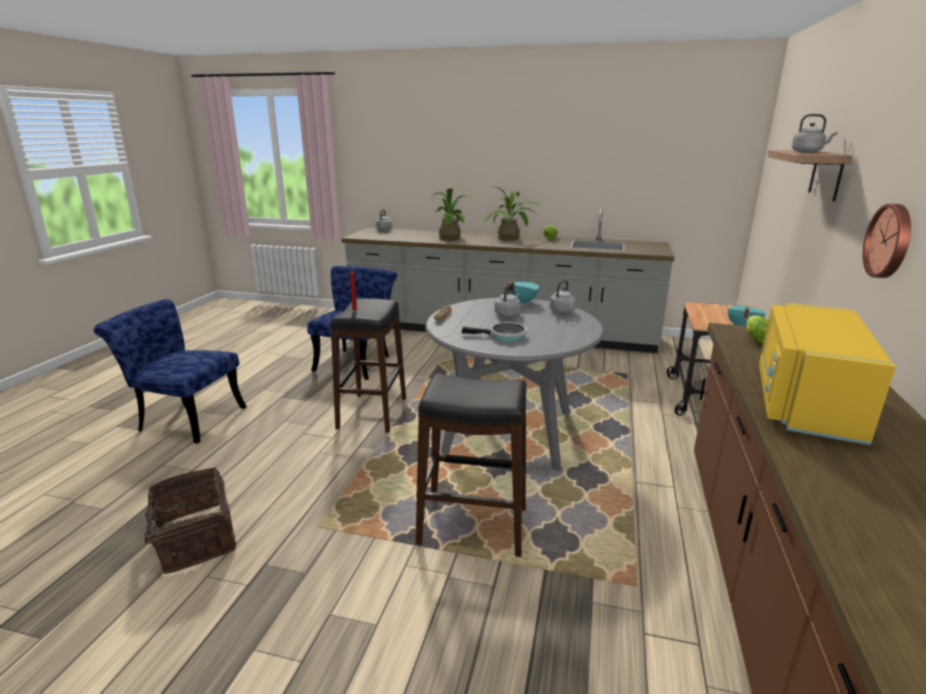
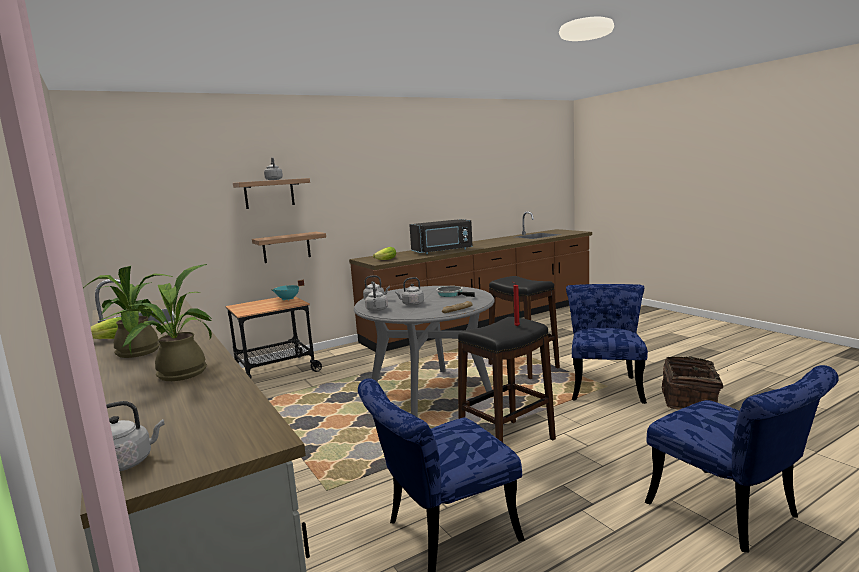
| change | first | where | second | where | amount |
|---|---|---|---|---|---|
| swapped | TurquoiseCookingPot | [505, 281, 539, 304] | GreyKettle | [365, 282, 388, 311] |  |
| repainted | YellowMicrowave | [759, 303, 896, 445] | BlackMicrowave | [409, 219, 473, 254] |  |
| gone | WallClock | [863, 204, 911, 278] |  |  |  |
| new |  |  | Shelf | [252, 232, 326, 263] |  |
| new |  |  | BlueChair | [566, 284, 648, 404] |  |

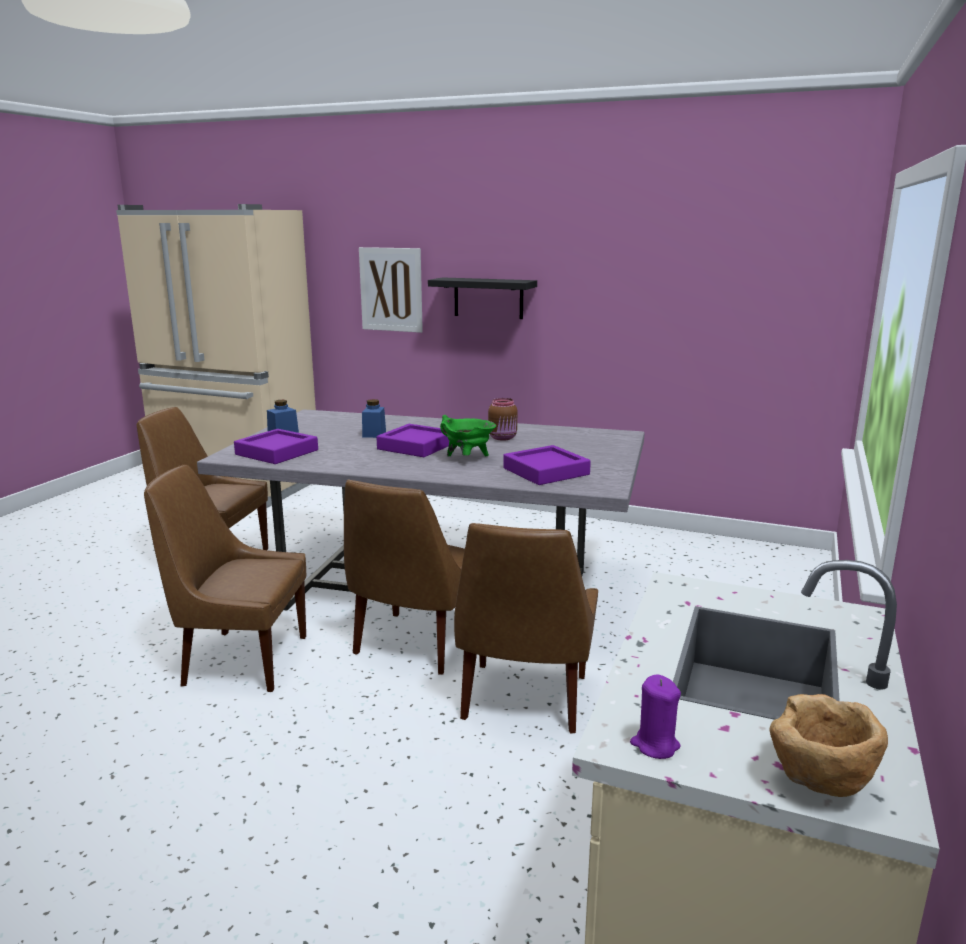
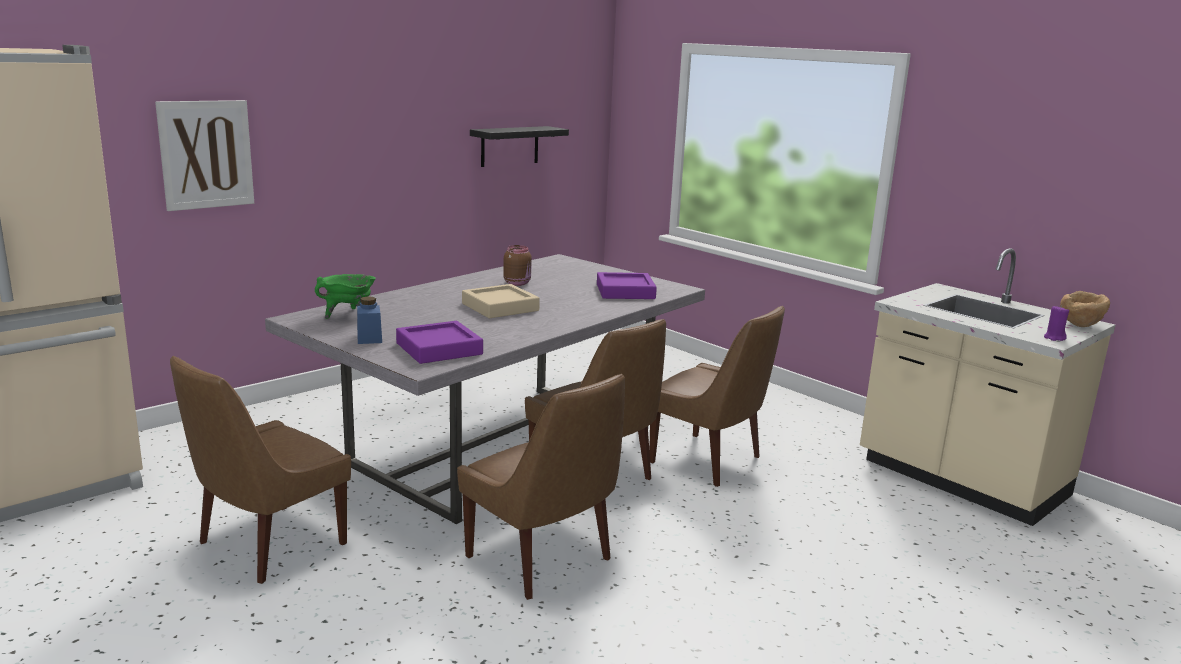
| change | first | where | second | where | amount |
|---|---|---|---|---|---|
| rotated | BrownChair | [144, 464, 306, 692] |  | [457, 374, 625, 600] | 75 degrees counterclockwise |
| gone | BlueJar | [362, 399, 386, 438] |  |  |  |
| repainted | PurpleTray | [377, 424, 449, 457] | BeigeTray | [462, 284, 540, 318] |  |
| shifted | BlackShelf | [428, 277, 537, 319] |  | [470, 126, 569, 167] |  |
| shifted | GreenCookingPot | [440, 415, 496, 457] |  | [315, 274, 376, 319] |  |

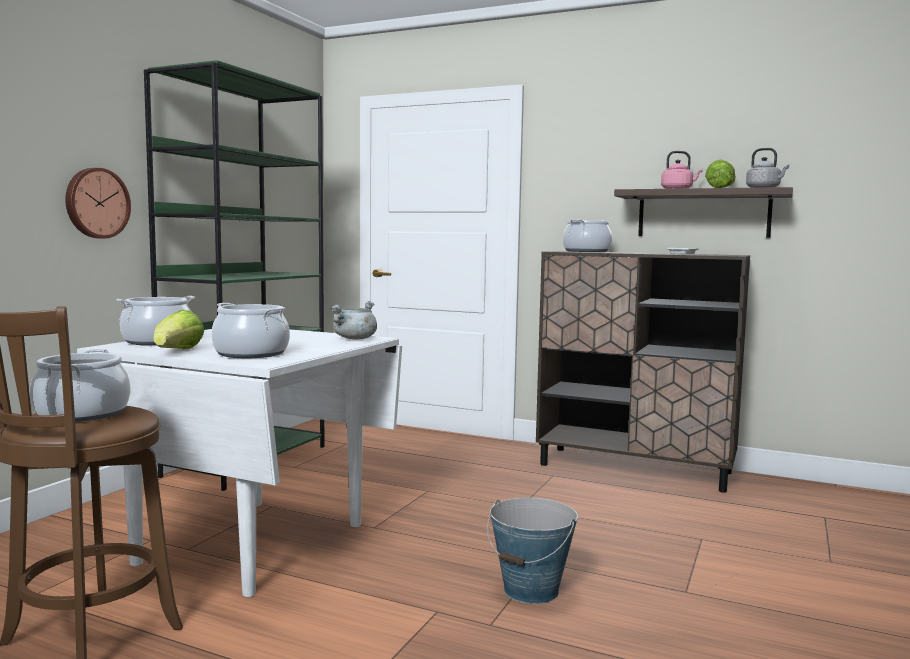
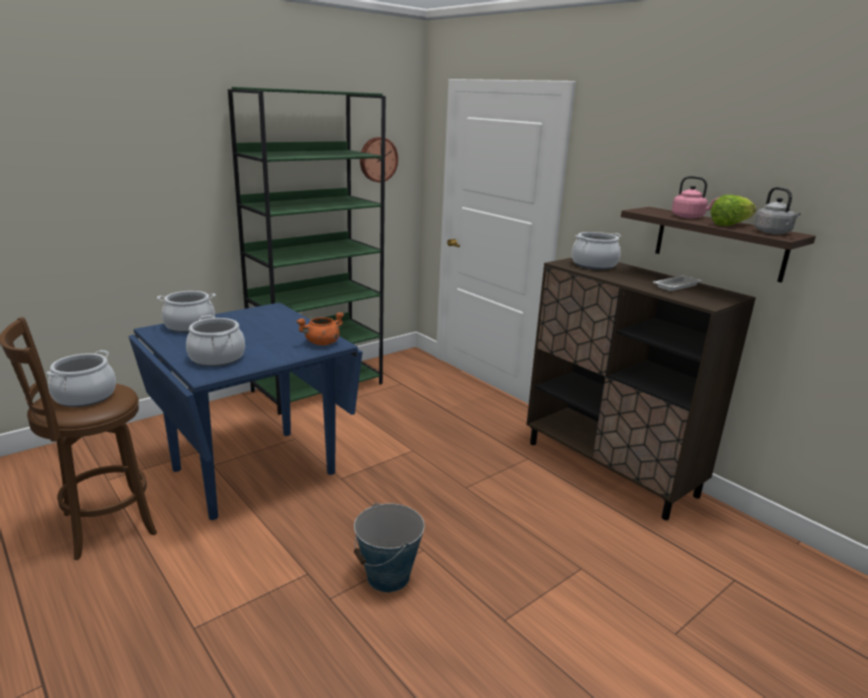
| change | first | where | second | where | amount |
|---|---|---|---|---|---|
| shifted | WallClock | [65, 168, 131, 239] |  | [360, 137, 398, 182] |  |
| repainted | WhiteDiningTable | [77, 329, 402, 597] | BlueDiningTable | [129, 303, 362, 520] |  |
| gone | Lettuce | [153, 310, 204, 349] |  |  |  |
| repainted | GreyCookingPot | [330, 301, 377, 340] | OrangeCookingPot | [296, 312, 344, 345] |  |

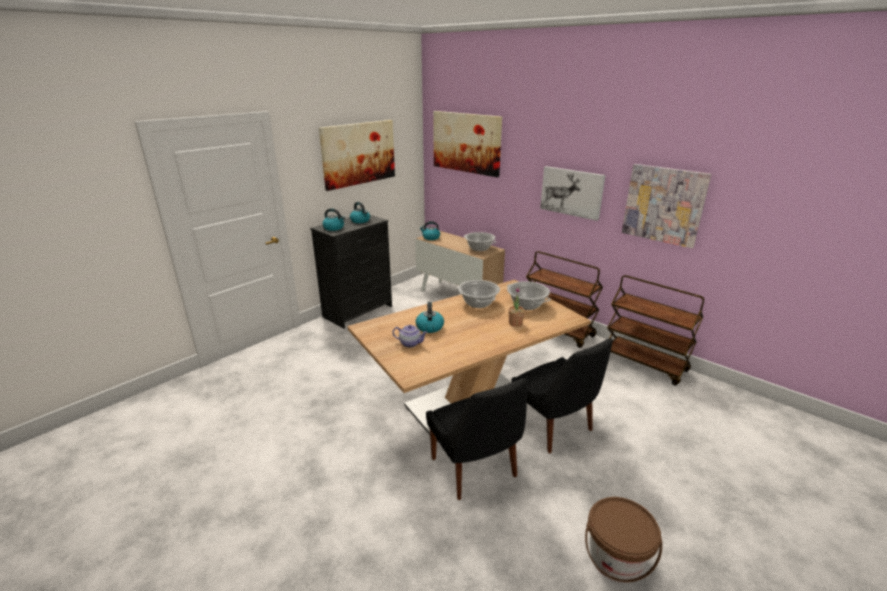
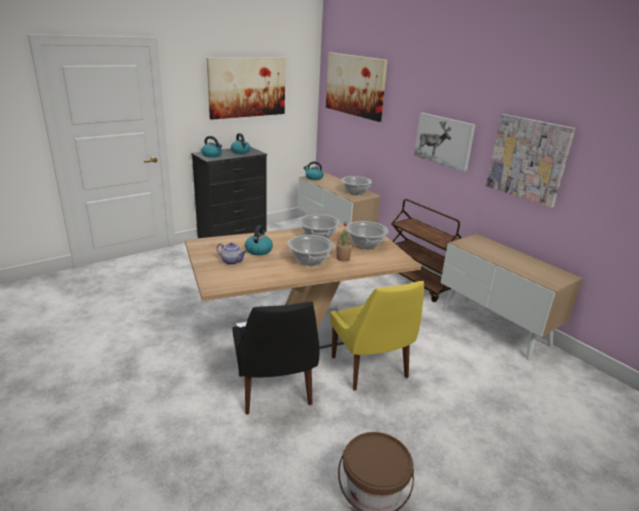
| change | first | where | second | where | amount |
|---|---|---|---|---|---|
| repainted | BlackChair | [511, 338, 613, 453] | YellowChair | [330, 281, 424, 390] |  |
| swapped | BrownCart | [607, 275, 704, 386] | Cabinet | [441, 234, 583, 361] |  |
| new |  |  | CookingPot | [288, 235, 334, 266] |  |

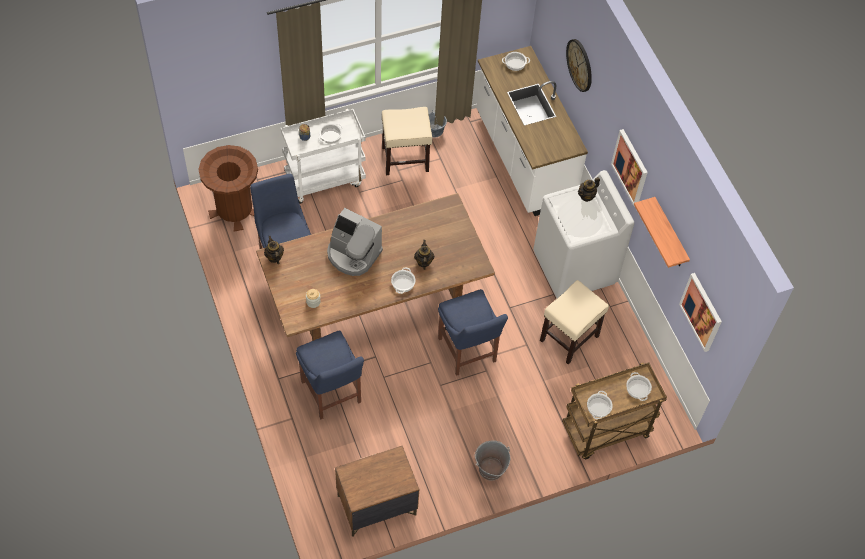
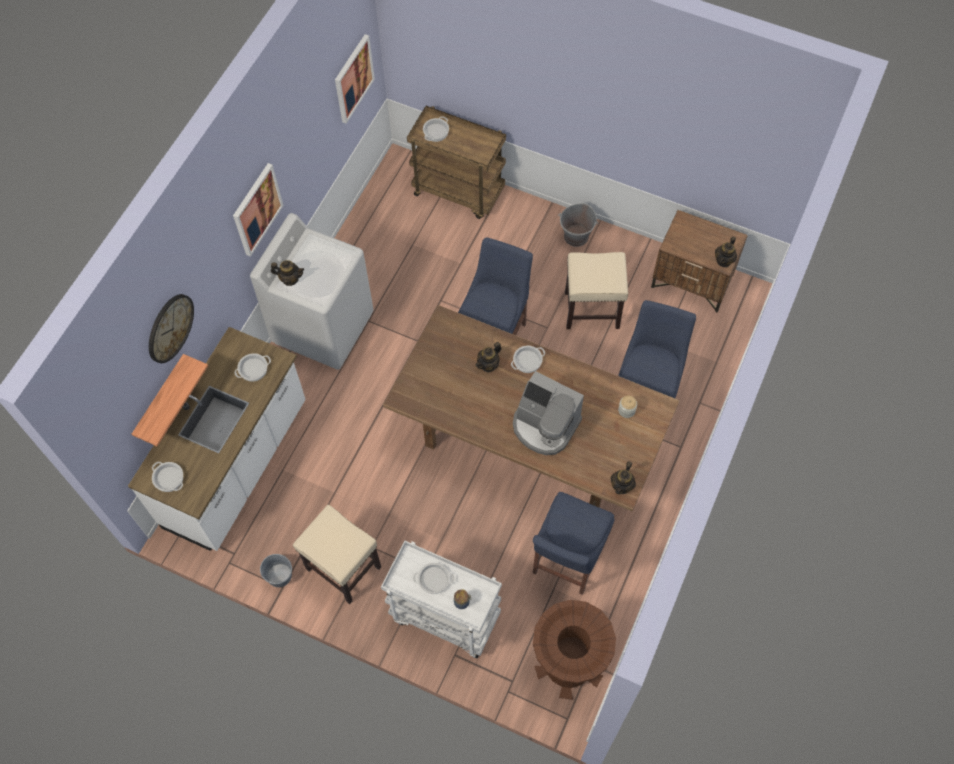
| change | first | where | second | where | amount |
|---|---|---|---|---|---|
| rotated | CoffeeMachine | [327, 208, 383, 276] |  | [513, 371, 584, 455] | 135 degrees clockwise |
| shifted | BeigeStool | [540, 280, 609, 365] |  | [565, 252, 628, 329] |  |
| shifted | CookingPot | [587, 391, 613, 419] |  | [235, 353, 271, 382] |  |
| shifted | Shelf | [634, 197, 690, 268] |  | [132, 354, 208, 446] |  |
| new |  |  | Teapot | [715, 236, 737, 267] |  |

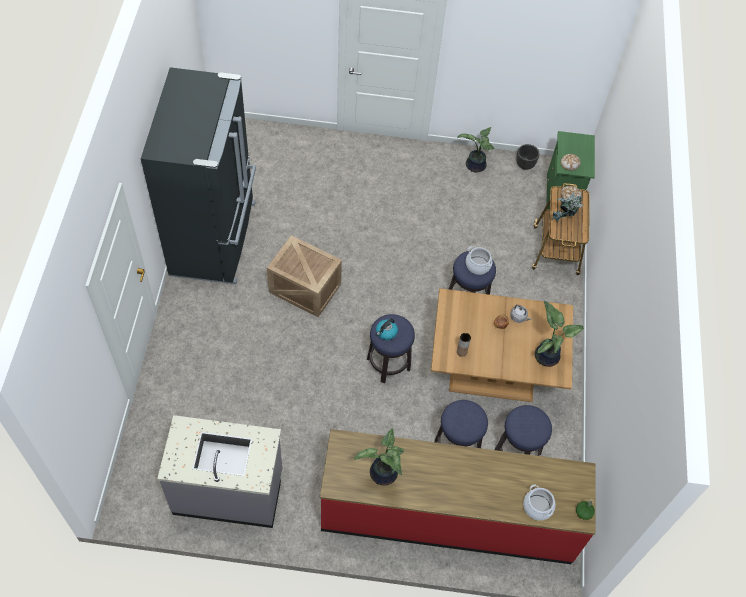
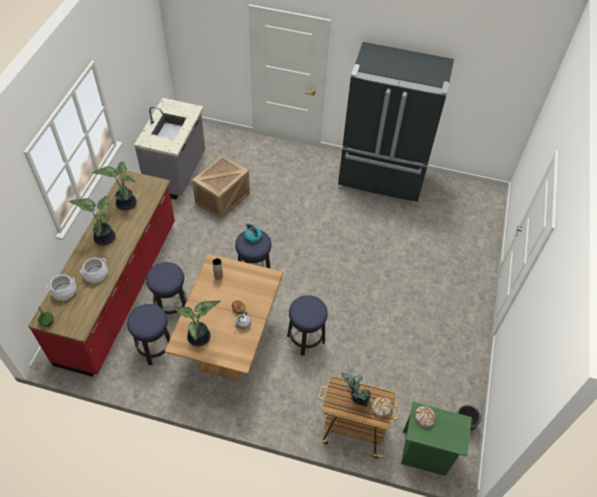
| change | first | where | second | where | amount |
|---|---|---|---|---|---|
| shifted | Crate | [267, 235, 342, 317] |  | [192, 155, 250, 220] |  |
| shifted | PottedPlant | [457, 127, 495, 172] |  | [68, 196, 115, 245] |  |
| shifted | CookingPot | [466, 246, 493, 275] |  | [80, 258, 108, 283] |  |

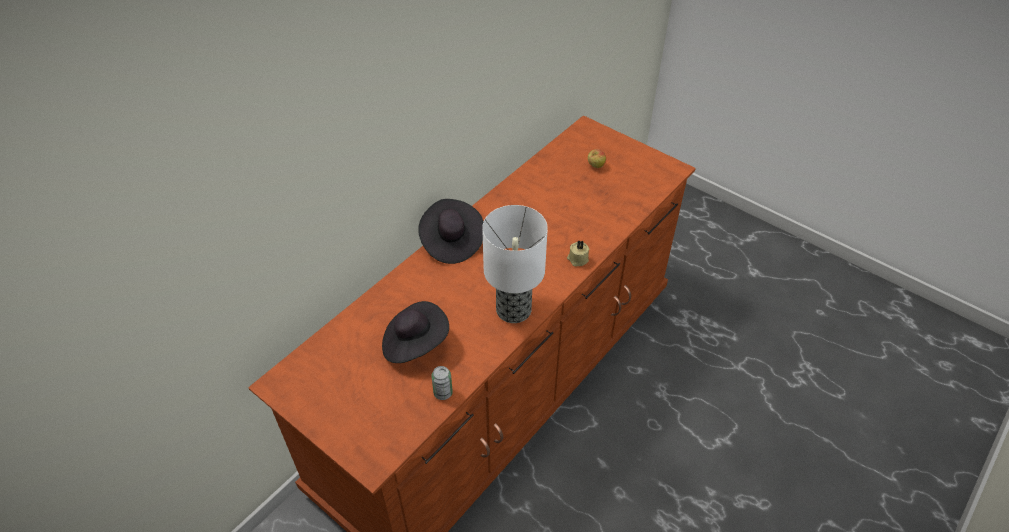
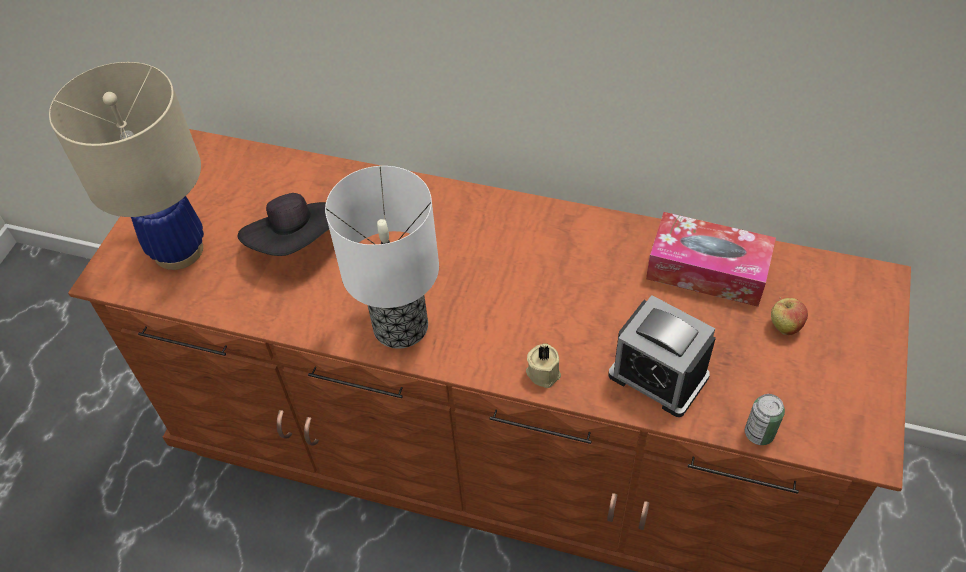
| change | first | where | second | where | amount |
|---|---|---|---|---|---|
| gone | BlackHat | [418, 199, 484, 264] |  |  |  |
| shifted | Can | [431, 366, 453, 400] |  | [745, 394, 785, 445] |  |
| new |  |  | BeigeTableLamp | [49, 62, 204, 270] |  |
| new |  |  | AlarmClock | [609, 295, 716, 417] |  |
| new |  |  | TissueBox | [646, 212, 776, 307] |  |

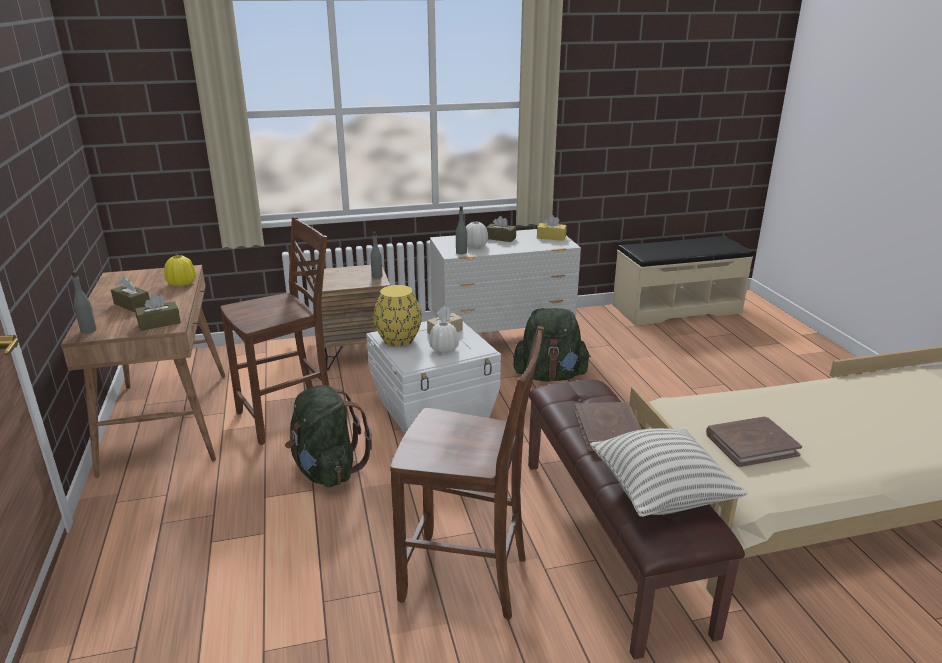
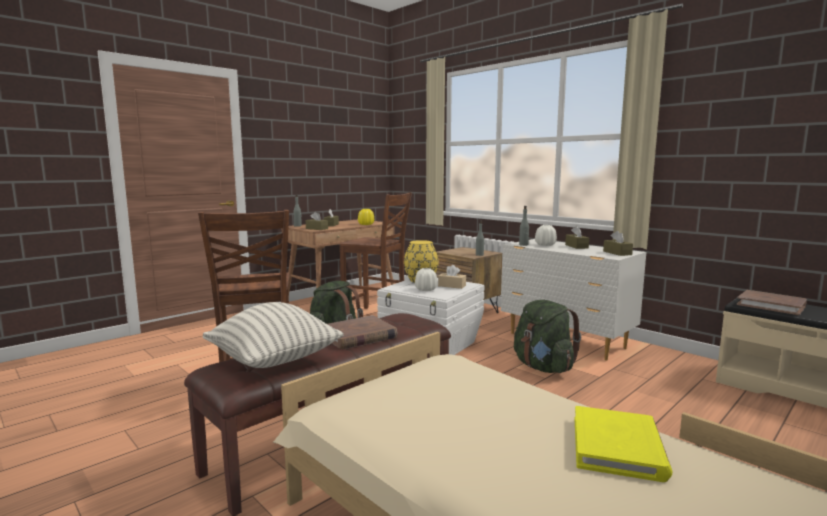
| change | first | where | second | where | amount |
|---|---|---|---|---|---|
| repainted | YellowTissueBox | [537, 215, 567, 241] | BrownTissueBox | [603, 231, 633, 256] |  |
| shifted | BrownBook | [706, 417, 802, 467] |  | [737, 290, 807, 315] |  |
| new |  |  | YellowBook | [575, 406, 672, 482] |  |

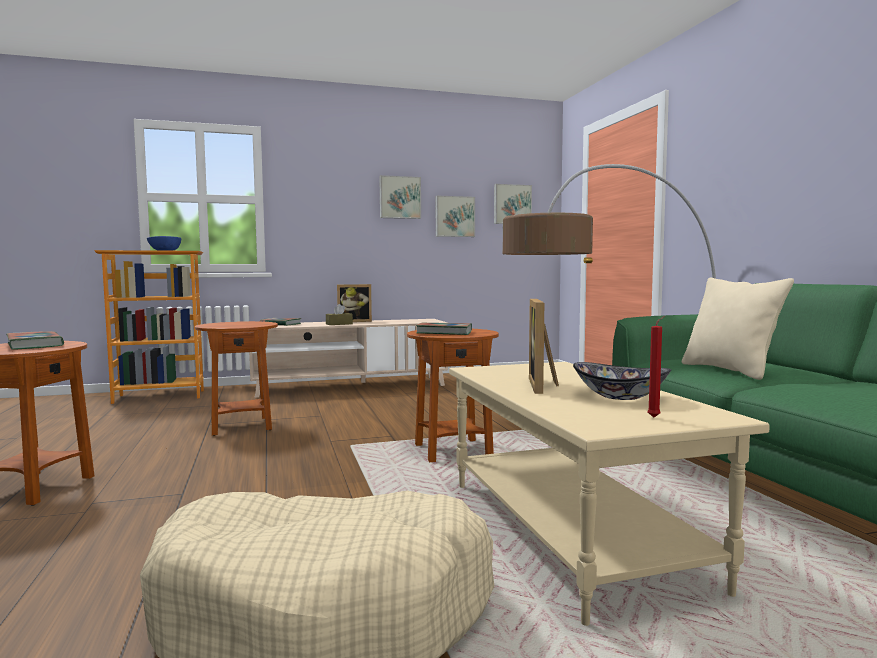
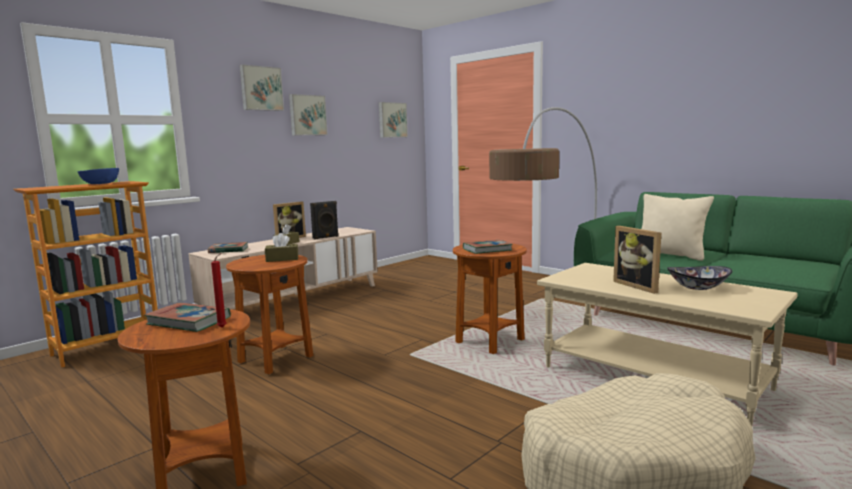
| change | first | where | second | where | amount |
|---|---|---|---|---|---|
| shifted | Picture | [436, 196, 475, 237] |  | [240, 64, 284, 111] |  |
| shifted | RedCandle | [647, 316, 665, 418] |  | [211, 253, 226, 327] |  |
| new |  |  | BrownTissueBox | [265, 233, 298, 262] |  |
| new |  |  | BlackSpeaker | [310, 201, 339, 239] |  |

